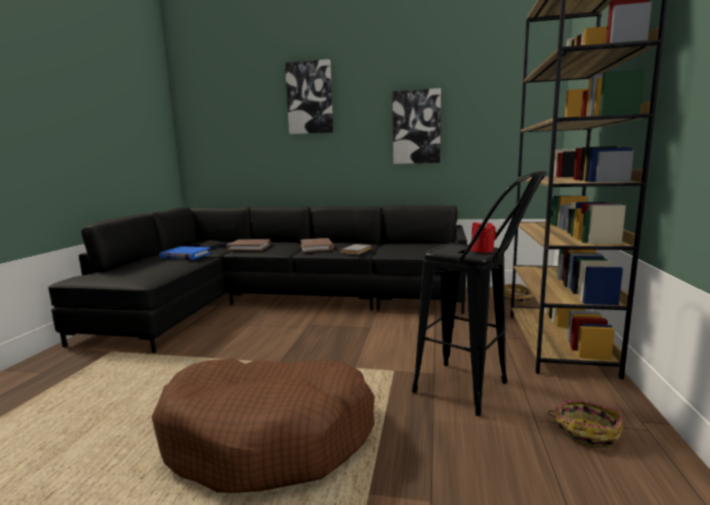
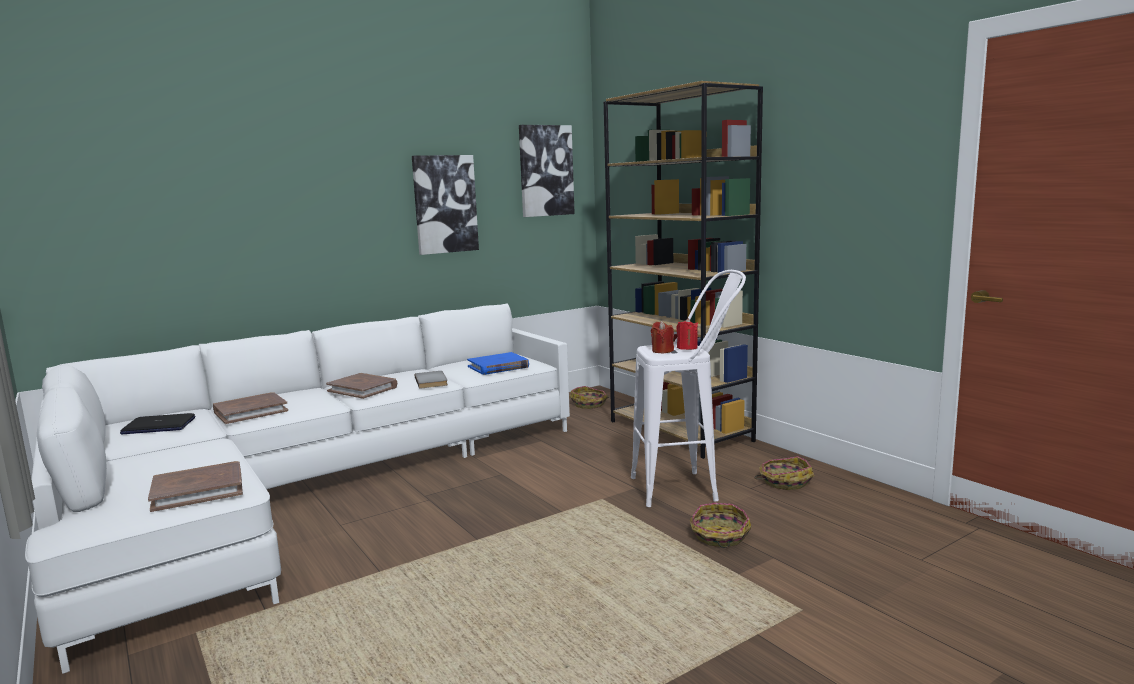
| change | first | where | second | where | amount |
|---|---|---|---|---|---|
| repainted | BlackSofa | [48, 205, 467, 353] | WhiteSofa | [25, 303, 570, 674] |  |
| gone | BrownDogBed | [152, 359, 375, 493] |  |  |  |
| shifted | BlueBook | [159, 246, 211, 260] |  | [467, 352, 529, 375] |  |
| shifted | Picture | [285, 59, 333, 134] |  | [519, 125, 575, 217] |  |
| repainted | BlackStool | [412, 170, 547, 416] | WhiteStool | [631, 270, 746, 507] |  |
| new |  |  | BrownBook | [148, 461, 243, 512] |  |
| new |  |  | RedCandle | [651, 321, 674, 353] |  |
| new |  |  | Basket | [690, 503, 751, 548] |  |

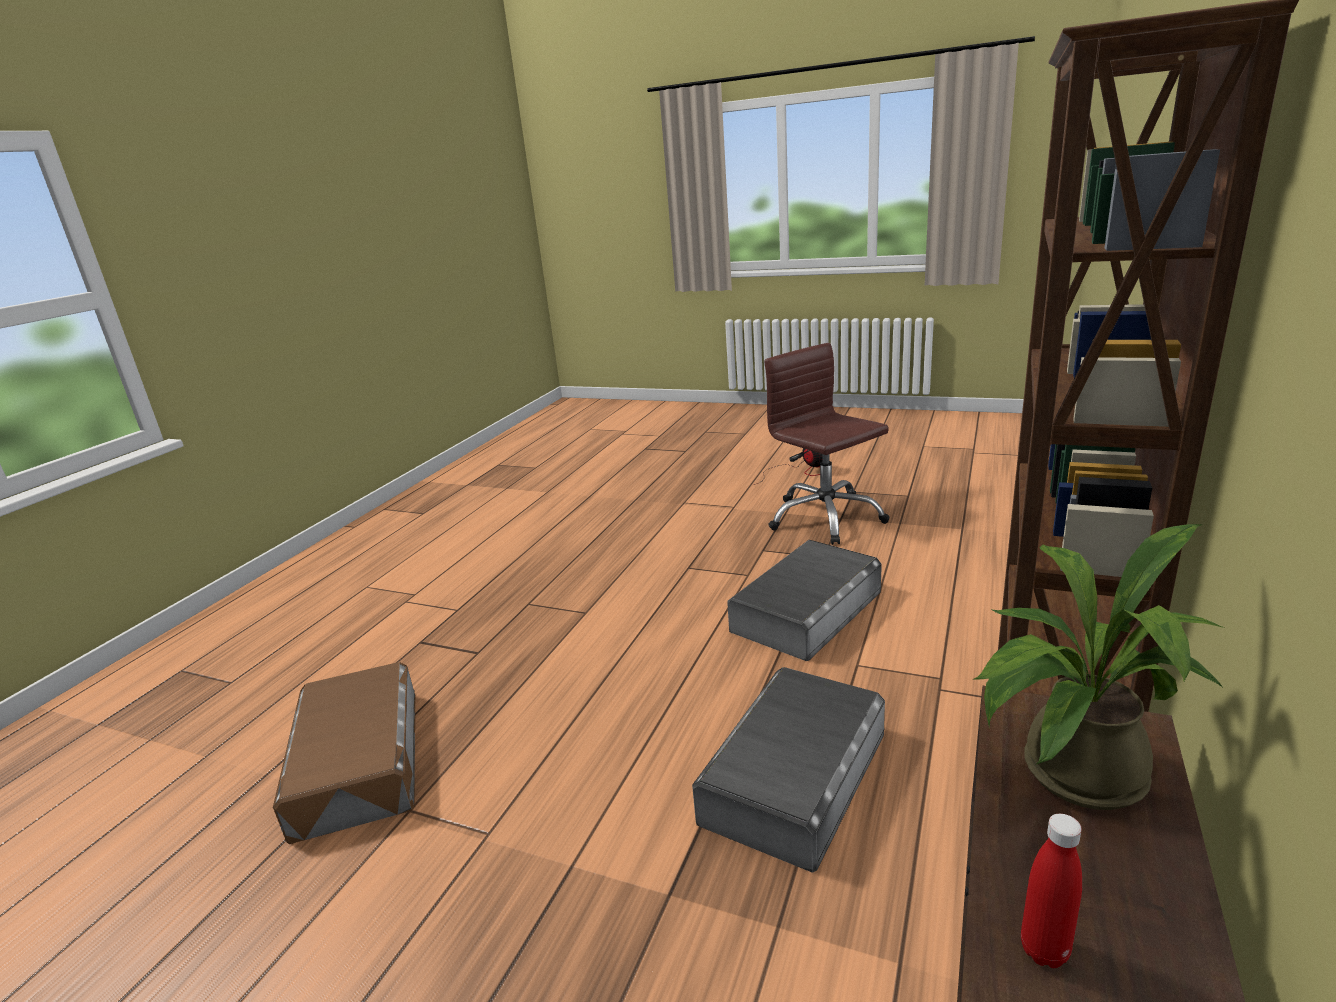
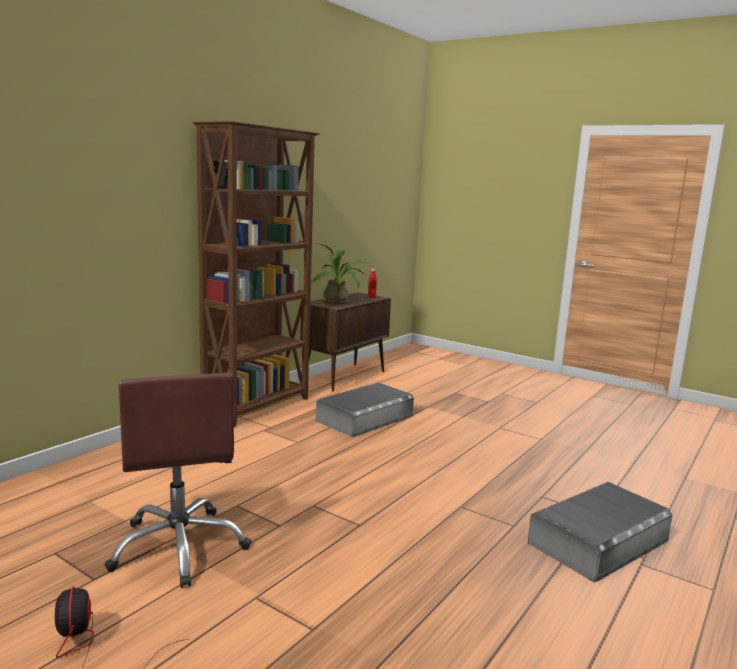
| change | first | where | second | where | amount |
|---|---|---|---|---|---|
| gone | BrownStorageBox | [273, 662, 415, 844] |  |  |  |
| shifted | GreyStorageBox | [727, 540, 882, 661] |  | [528, 482, 672, 582] |  |

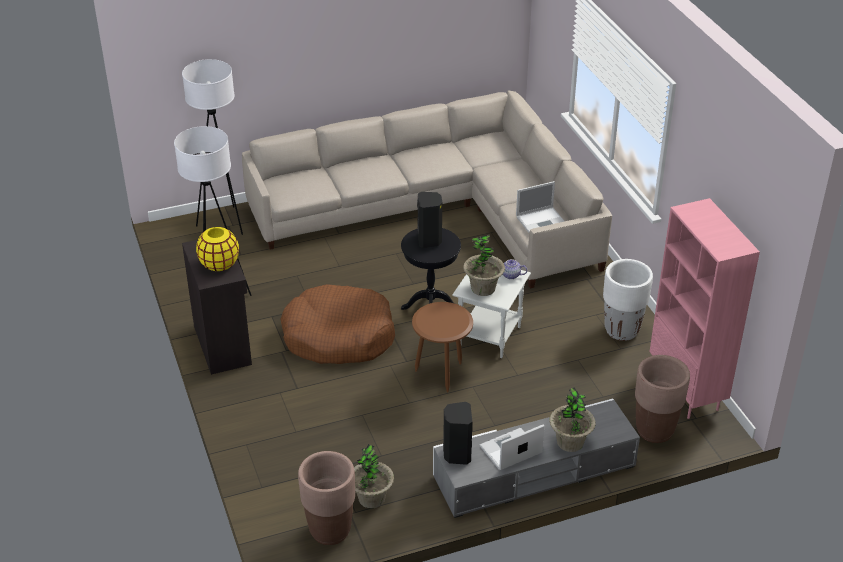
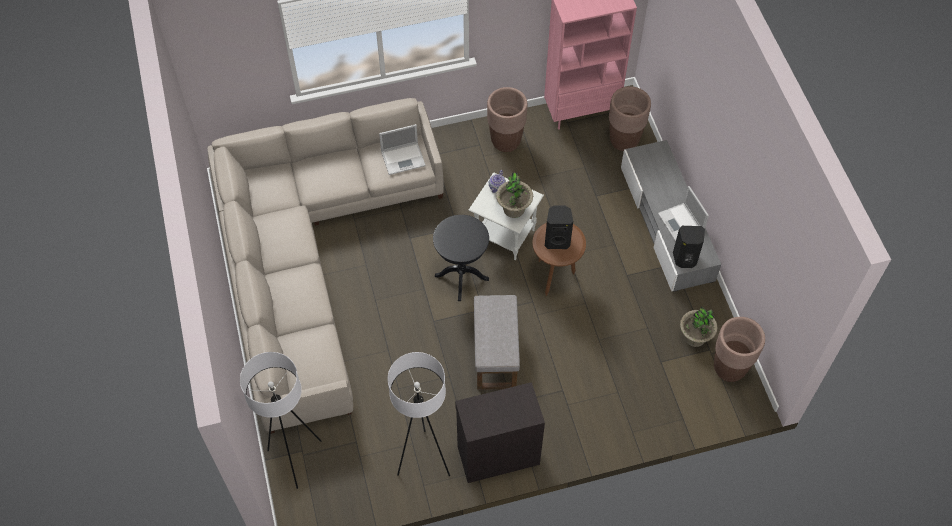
| change | first | where | second | where | amount |
|---|---|---|---|---|---|
| gone | YellowVase | [196, 227, 239, 271] |  |  |  |
| swapped | BrownDogBed | [281, 284, 395, 364] | GreyOttoman | [474, 295, 520, 390] |  |
| shifted | BlackSpeaker | [417, 192, 442, 248] |  | [545, 205, 573, 249] |  |
| rotated | Laptop | [516, 181, 565, 233] |  | [379, 124, 426, 175] | 90 degrees clockwise |
| gone | PottedPlant | [549, 387, 596, 452] |  |  |  |
| repainted | WhitePlanter | [603, 259, 653, 341] | BrownPlanter | [487, 87, 528, 152] |  |

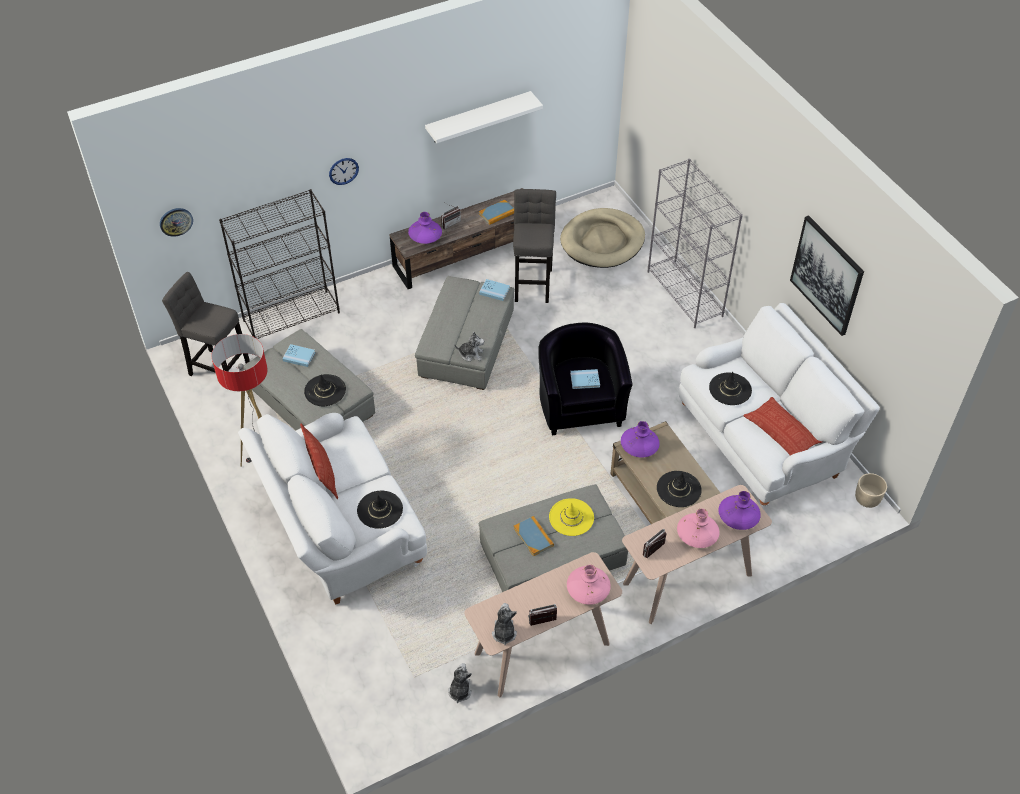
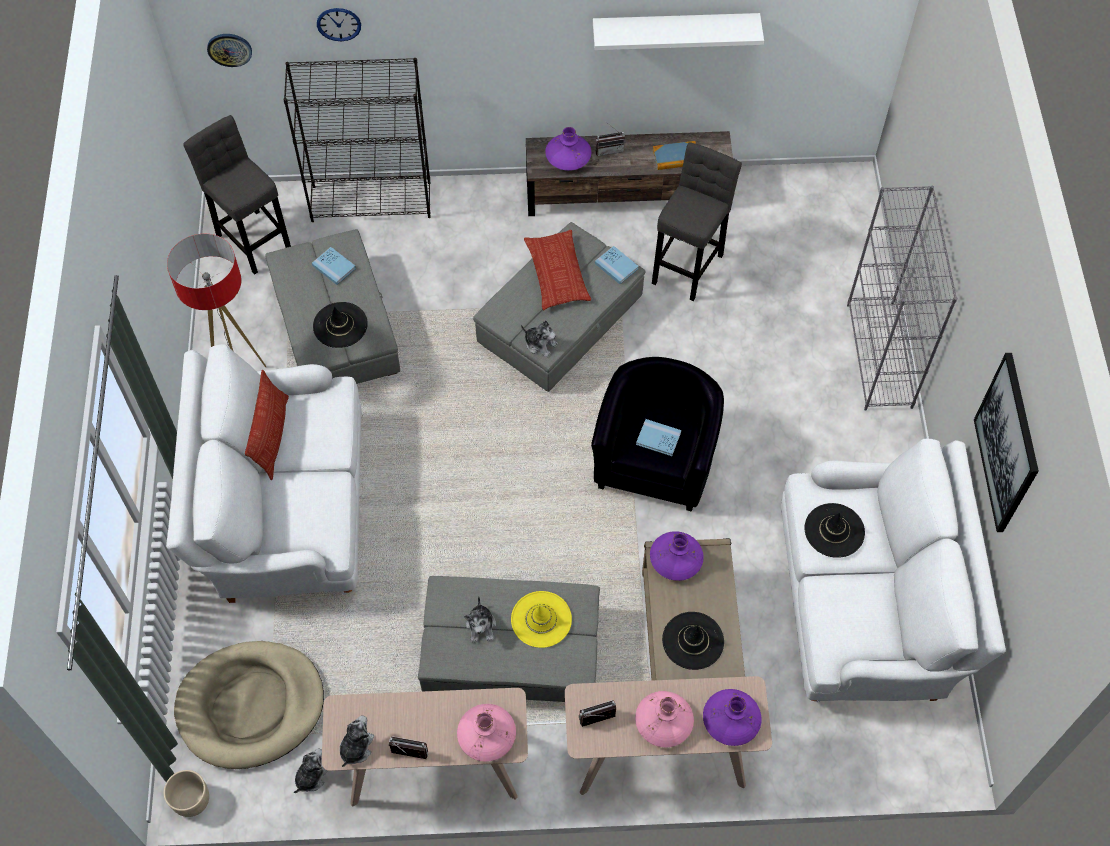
| change | first | where | second | where | amount |
|---|---|---|---|---|---|
| shifted | WallClock | [329, 158, 359, 185] |  | [317, 8, 361, 41] |  |
| gone | BlackHat | [357, 491, 403, 529] |  |  |  |
| swapped | Book | [514, 516, 554, 556] | PlushToy | [464, 596, 496, 643] |  |
| shifted | BeigeDogBed | [560, 208, 645, 268] |  | [174, 641, 324, 769] |  |
| shifted | Pillow | [743, 397, 822, 455] |  | [524, 230, 591, 310] |  |
| shifted | BeigePlanter | [855, 473, 887, 508] |  | [164, 770, 209, 817] |  |

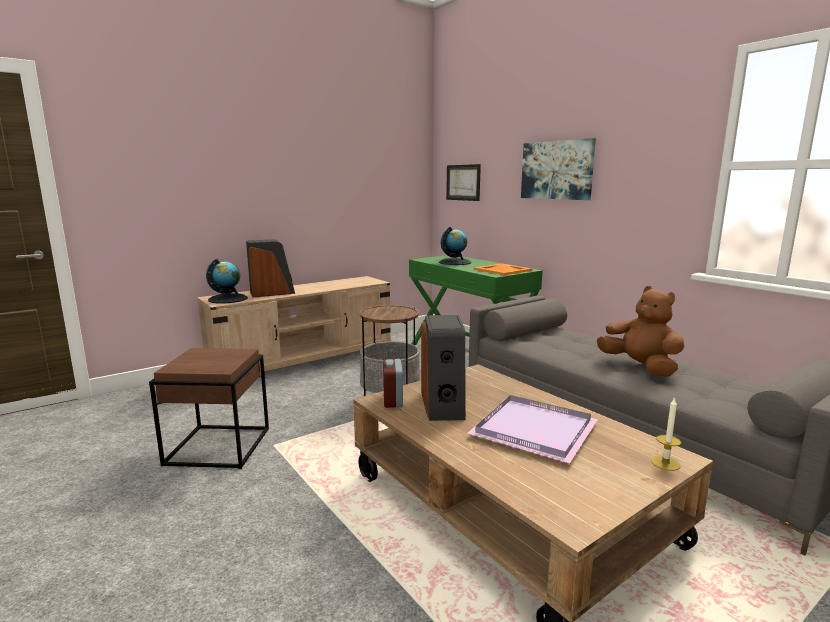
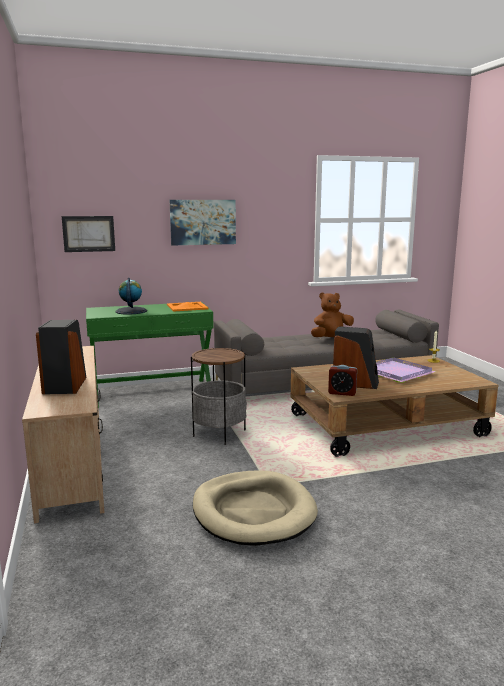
| change | first | where | second | where | amount |
|---|---|---|---|---|---|
| swapped | BrownSideTable | [149, 348, 269, 469] | BeigeDogBed | [193, 471, 318, 546] |  |
| gone | Globe | [206, 259, 248, 303] |  |  |  |

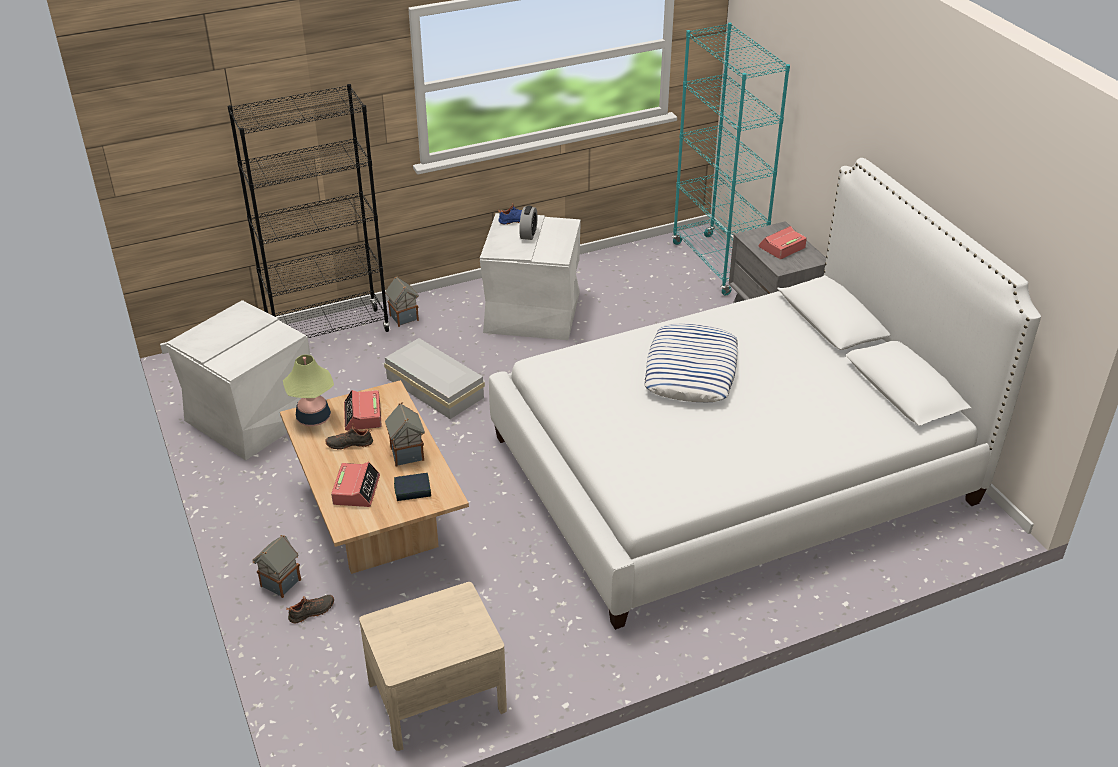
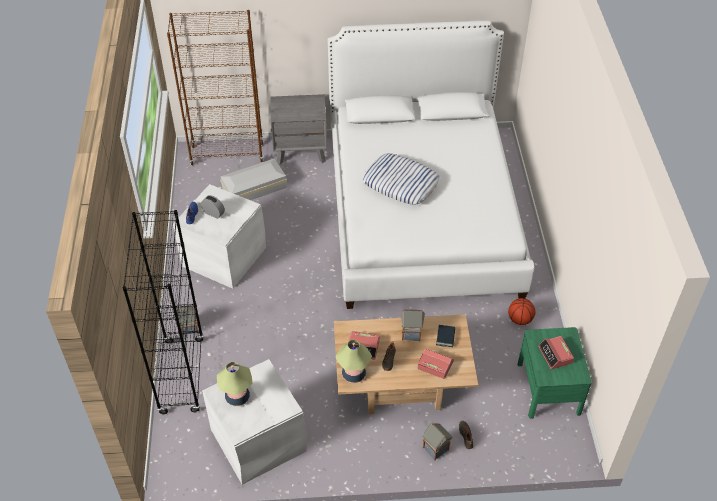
| change | first | where | second | where | amount |
|---|---|---|---|---|---|
| repainted | BeigeNightstand | [359, 582, 507, 751] | GreenNightstand | [517, 327, 592, 418] |  |
| shifted | WhiteStorageBox | [384, 338, 485, 419] |  | [220, 158, 287, 200] |  |
| repainted | TurquoiseBookcase | [672, 23, 790, 296] | BrownBookcase | [167, 10, 264, 165] |  |
| shifted | AlarmClock | [758, 226, 807, 259] |  | [538, 336, 574, 369] |  |
| new |  |  | TableLamp | [217, 362, 252, 406] |  |
| new |  |  | Basketball | [508, 298, 536, 325] |  |

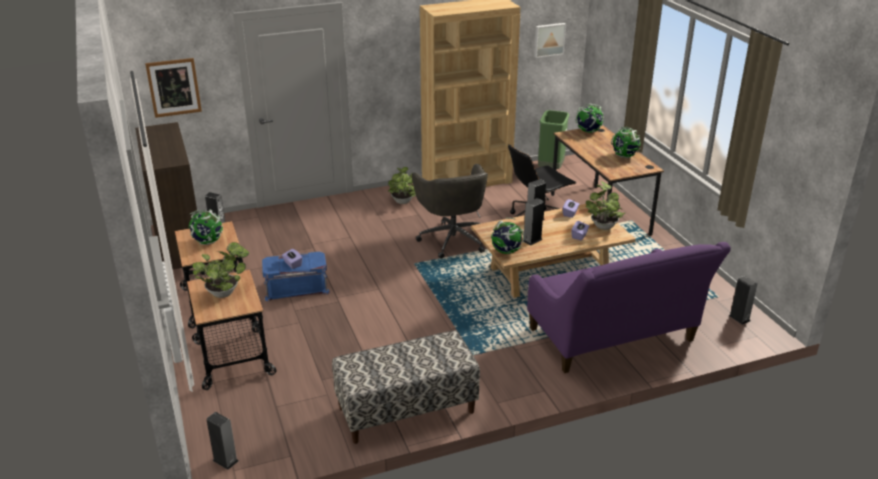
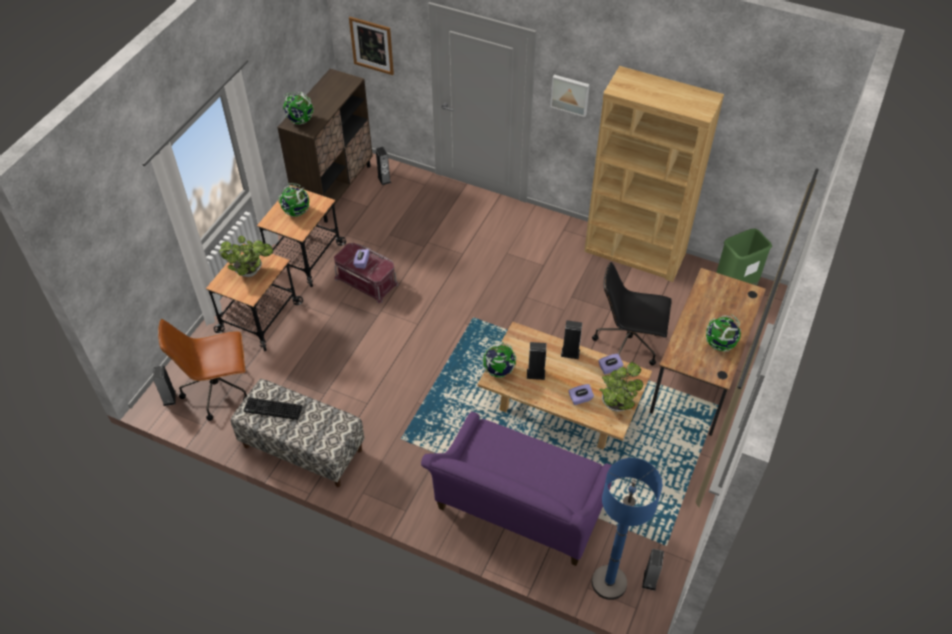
| change | first | where | second | where | amount |
|---|---|---|---|---|---|
| repainted | BlueStorageBox | [262, 252, 330, 302] | RedStorageBox | [334, 243, 398, 303] |  |
| gone | PottedPlant | [388, 167, 416, 204] |  |  |  |
| gone | GreyOfficeChair | [412, 164, 488, 259] |  |  |  |
| shifted | Picture | [534, 23, 566, 58] |  | [550, 74, 590, 117] |  |
| shifted | Globe | [575, 104, 604, 133] |  | [283, 92, 314, 125] |  |
| new |  |  | BrownOfficeChair | [158, 319, 247, 421] |  |
| new |  |  | Keyboard | [243, 397, 303, 420] |  |
| new |  |  | BlueFloorLamp | [592, 458, 662, 600] |  |

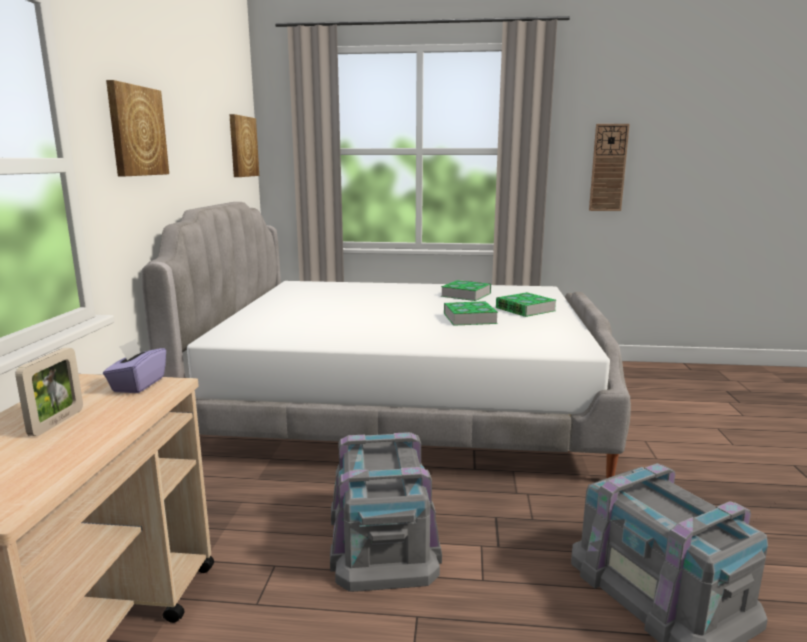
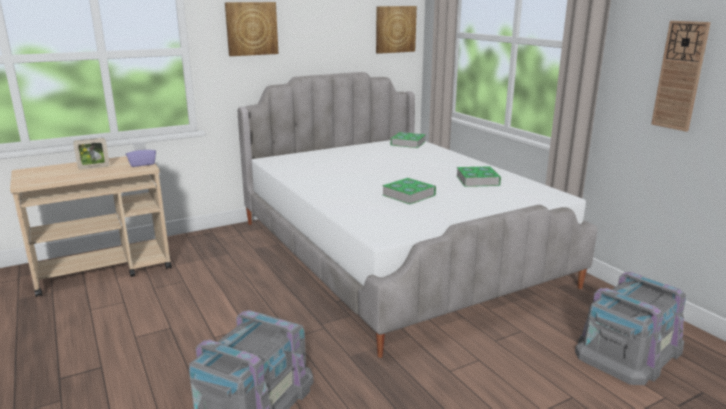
| change | first | where | second | where | amount |
|---|---|---|---|---|---|
| shifted | GreyStorageBox | [330, 432, 442, 592] |  | [575, 272, 686, 385] |  |
| shifted | Book | [496, 292, 557, 317] |  | [390, 132, 426, 148] |  |

